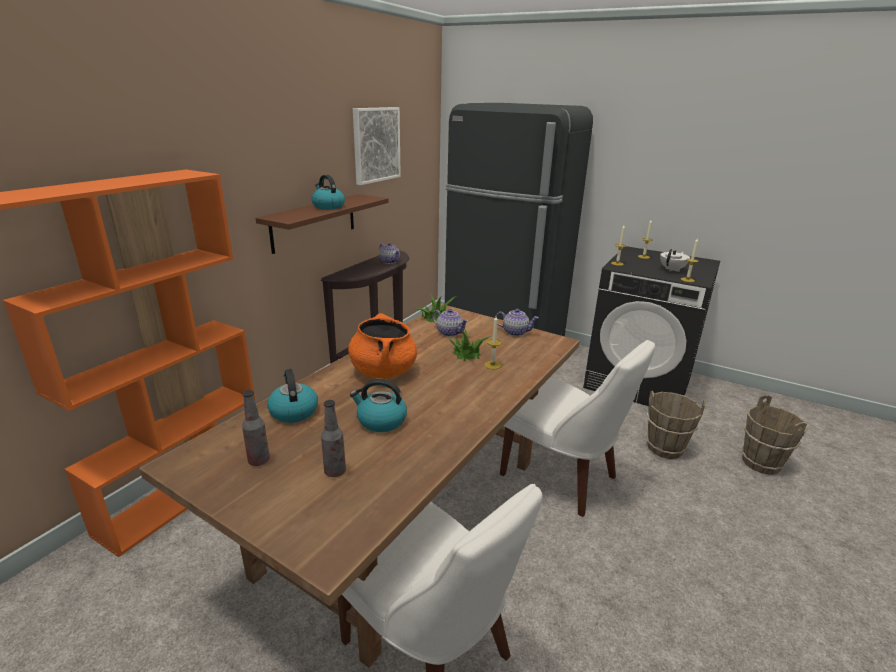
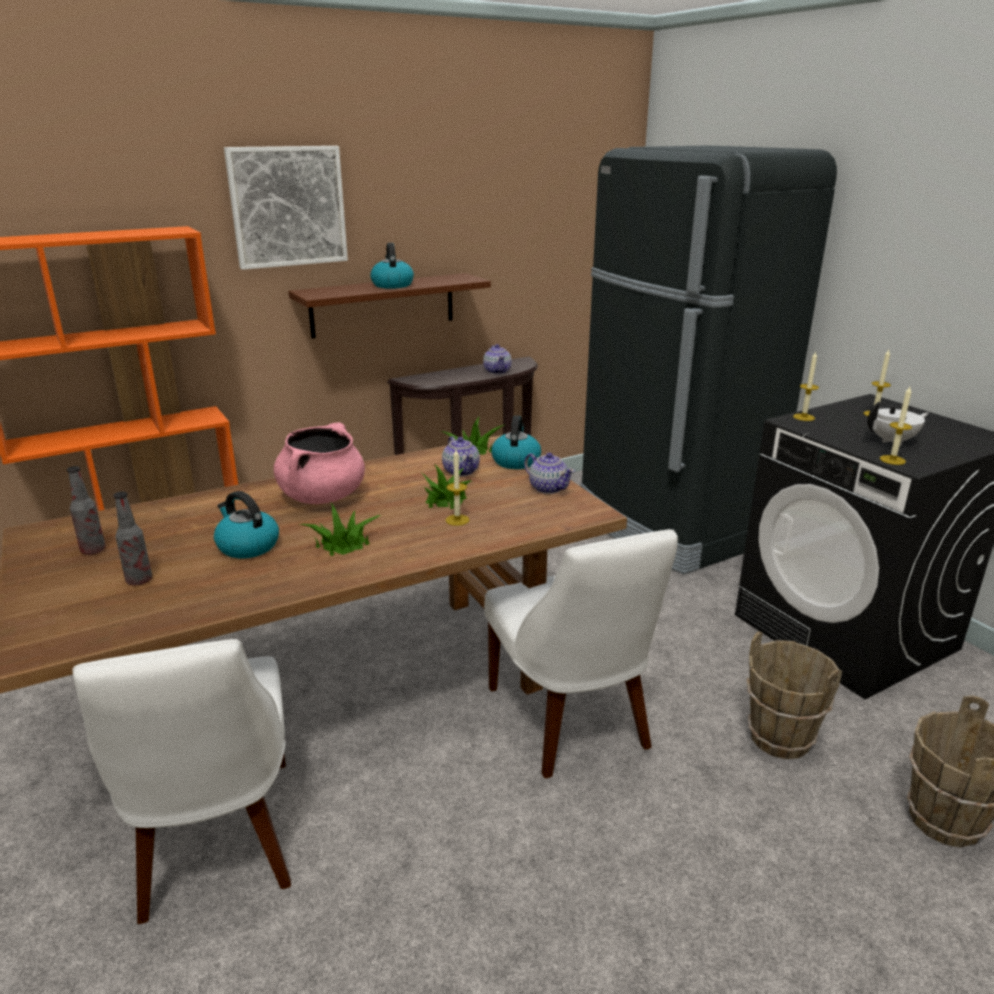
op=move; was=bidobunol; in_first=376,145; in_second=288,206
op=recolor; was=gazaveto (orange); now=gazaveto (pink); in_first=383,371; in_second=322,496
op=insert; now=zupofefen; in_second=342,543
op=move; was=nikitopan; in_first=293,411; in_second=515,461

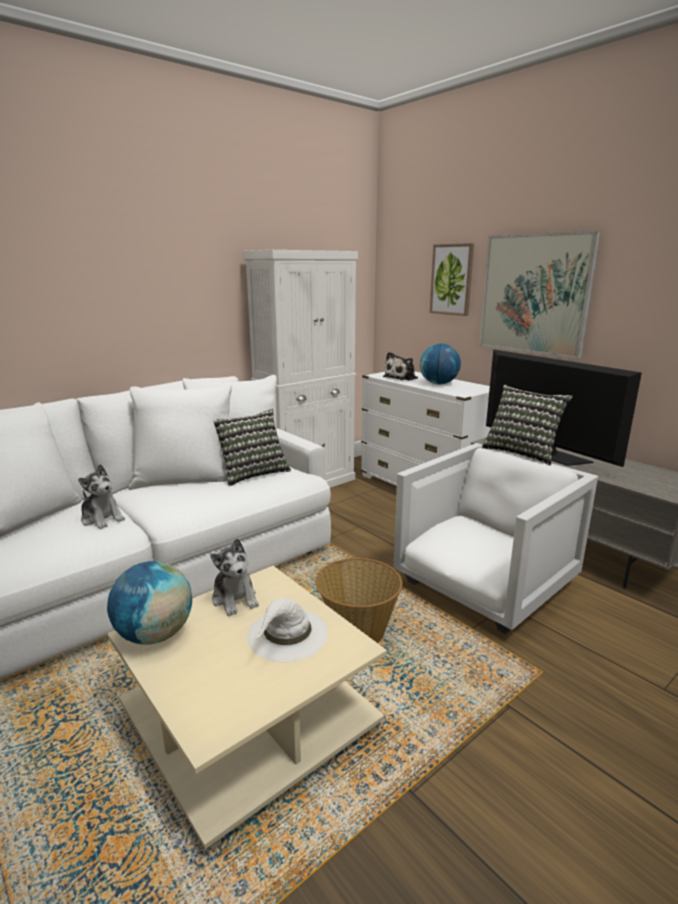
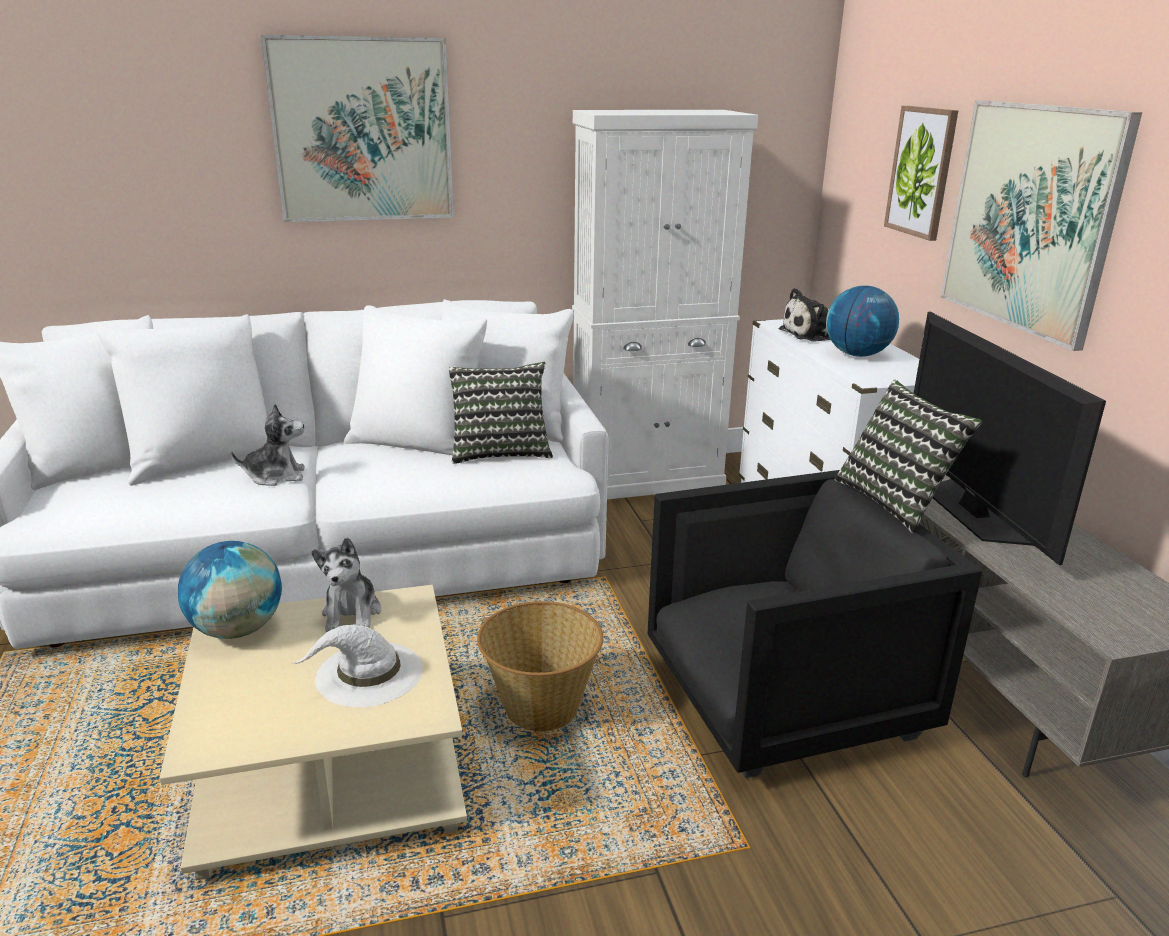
op=rotate; was=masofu; in_first=102,519; in_second=276,476; clockwise=-75
op=insert; now=bidobunol; in_second=362,131
op=recolor; was=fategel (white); now=fategel (black); in_first=484,584; in_second=782,699

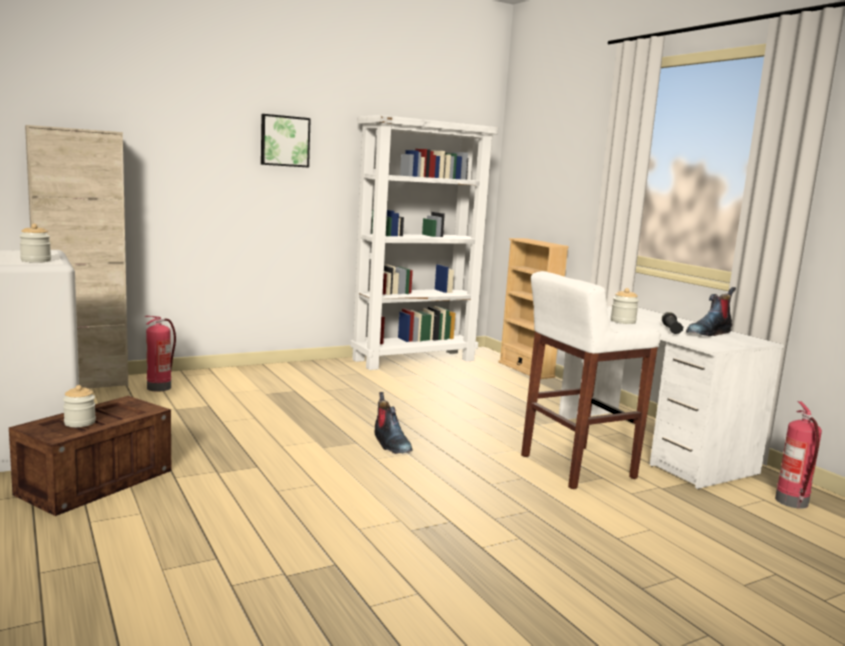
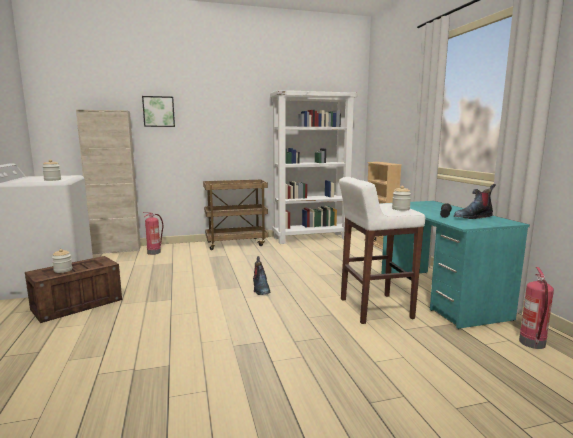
op=move; was=bidobunol; in_first=284,141; in_second=158,111
op=insert; now=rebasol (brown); in_second=236,243
op=recolor; was=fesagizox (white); now=fesagizox (turquoise); in_first=651,445; in_second=439,296

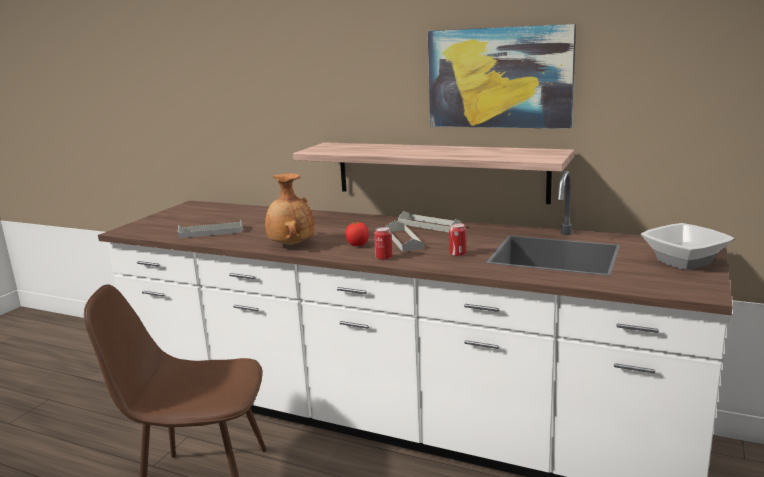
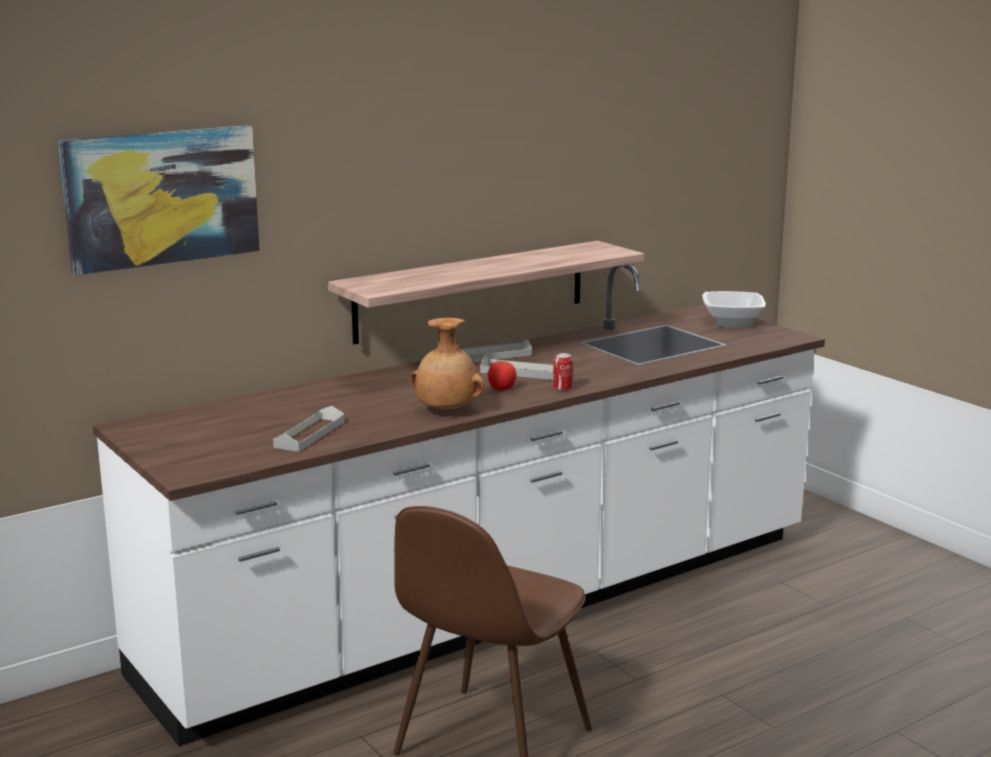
op=move; was=bidobunol; in_first=499,77; in_second=162,197
op=delete; was=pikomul; in_first=458,254

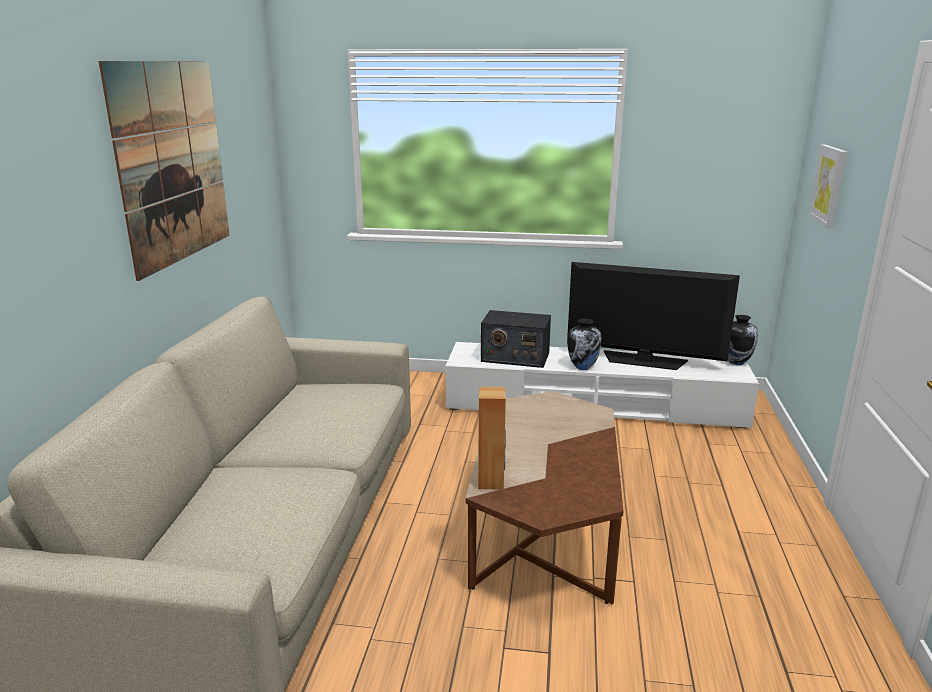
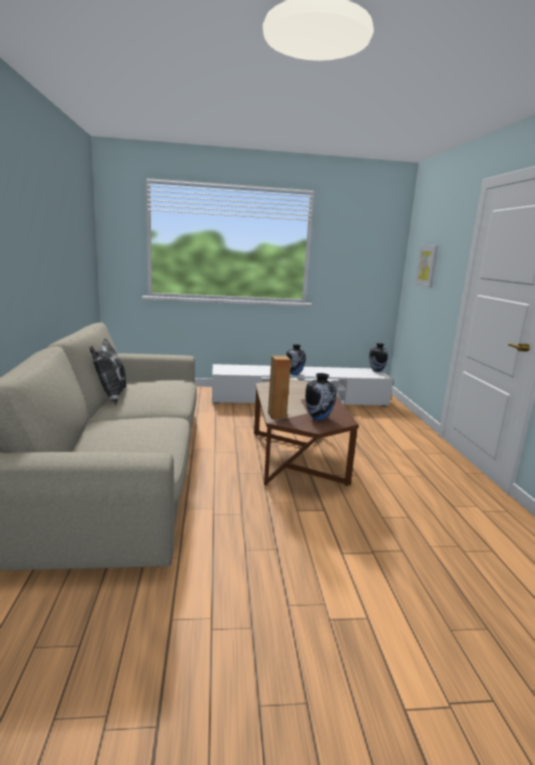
op=insert; now=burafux; in_second=110,396
op=insert; now=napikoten; in_second=319,418
op=delete; was=bidobunol; in_first=172,163
op=delete; was=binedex; in_first=514,357
op=delete; was=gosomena; in_first=644,361

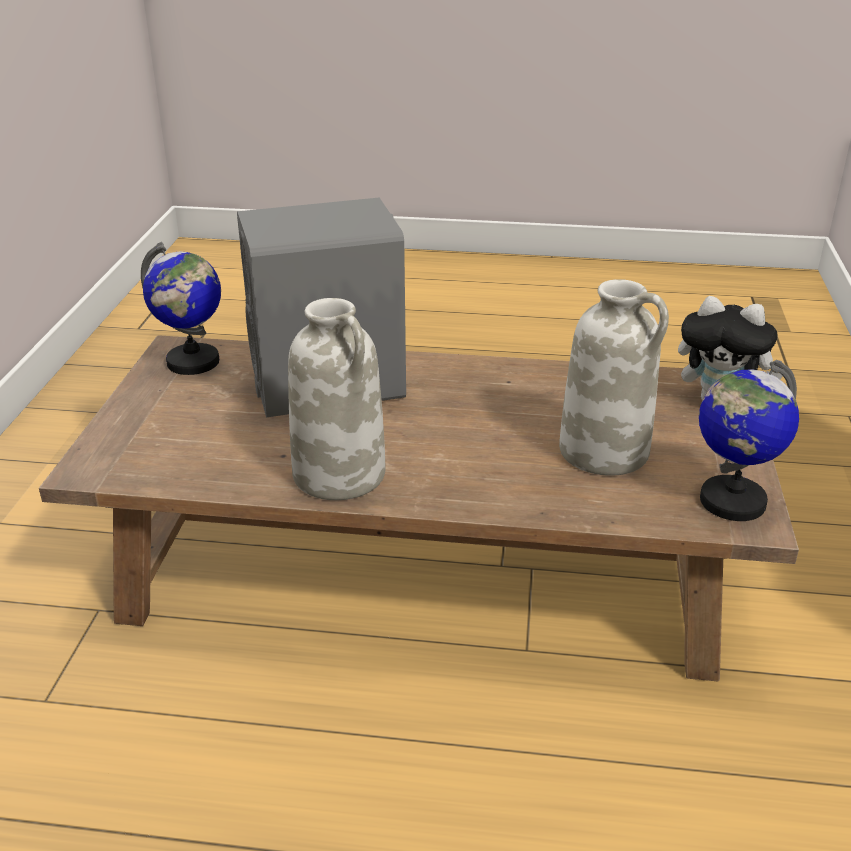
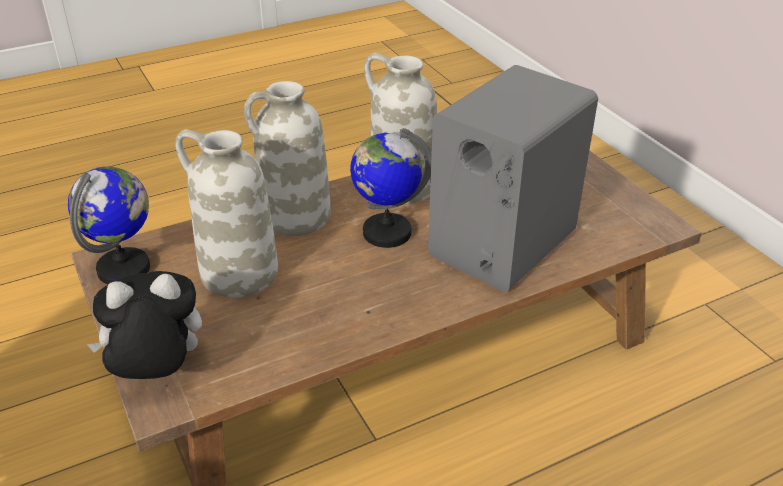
op=insert; now=napikoten (white); in_second=294,217
op=move; was=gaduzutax; in_first=193,362; in_second=386,232

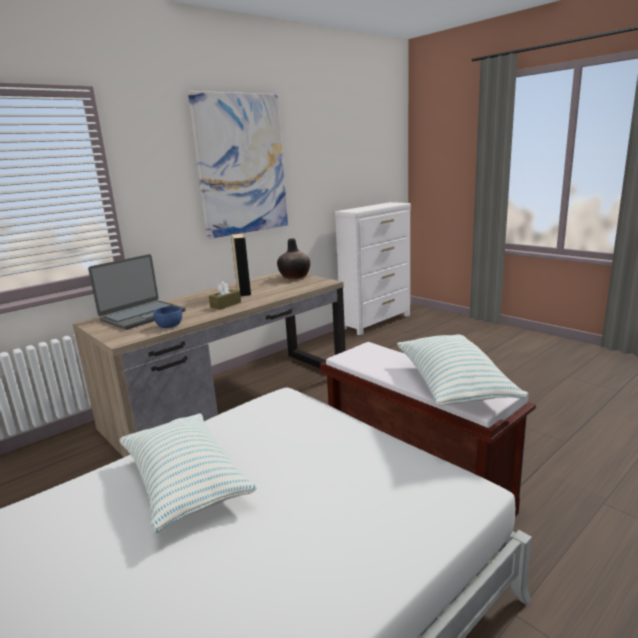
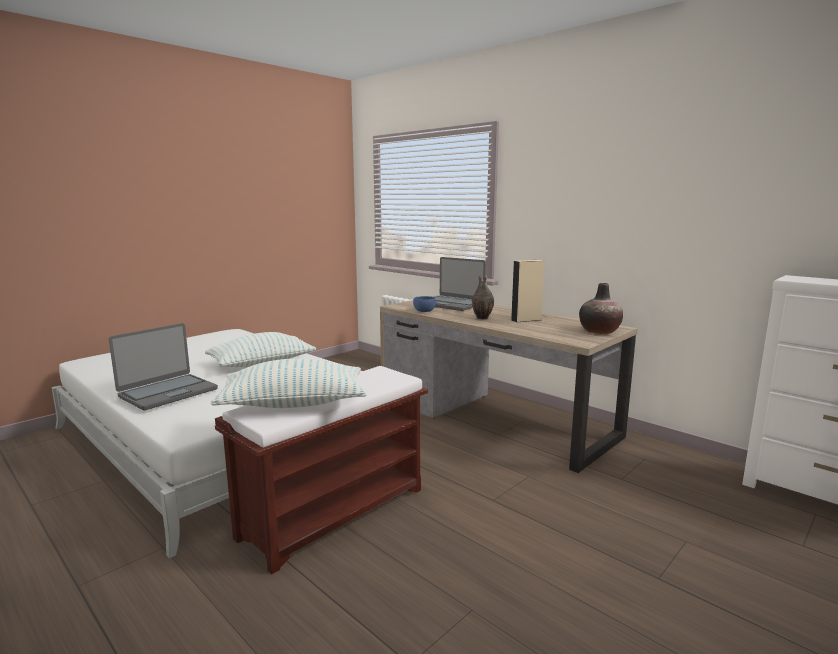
op=insert; now=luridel; in_second=168,392
op=replace; was=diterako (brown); now=napikoten; in_first=225,305; in_second=481,318
op=delete; was=bidobunol; in_first=241,165

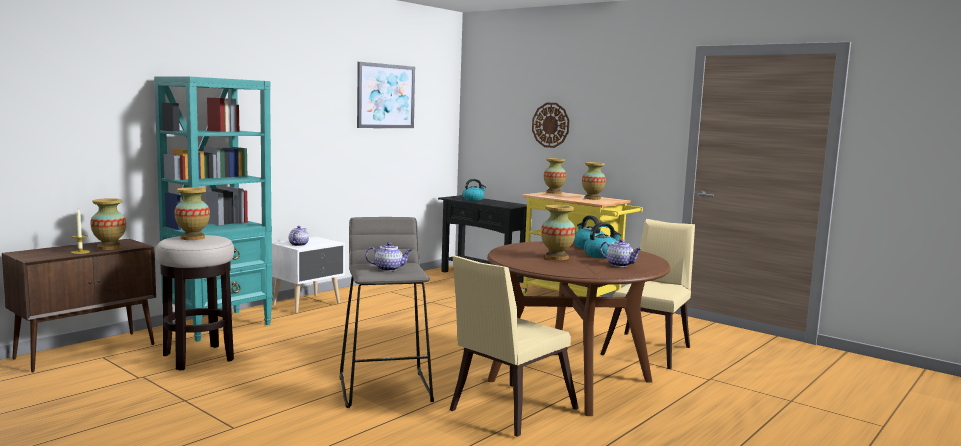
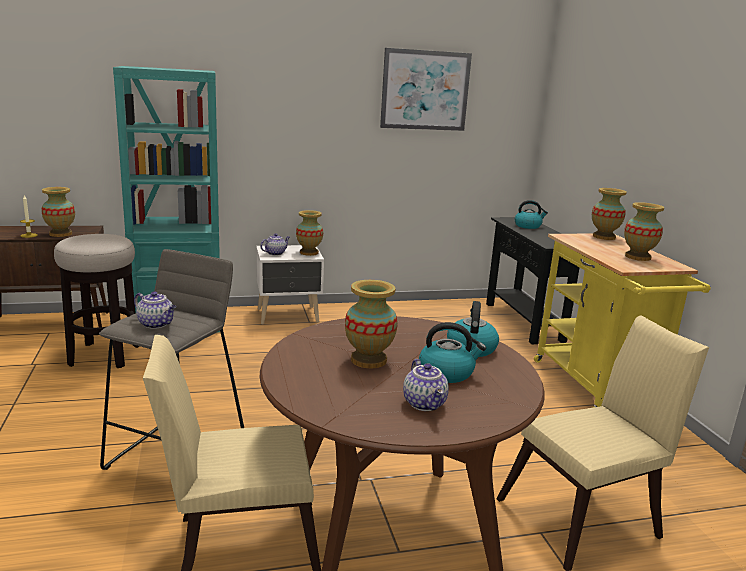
op=move; was=napikoten; in_first=193,238; in_second=309,253
op=delete; was=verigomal; in_first=550,125

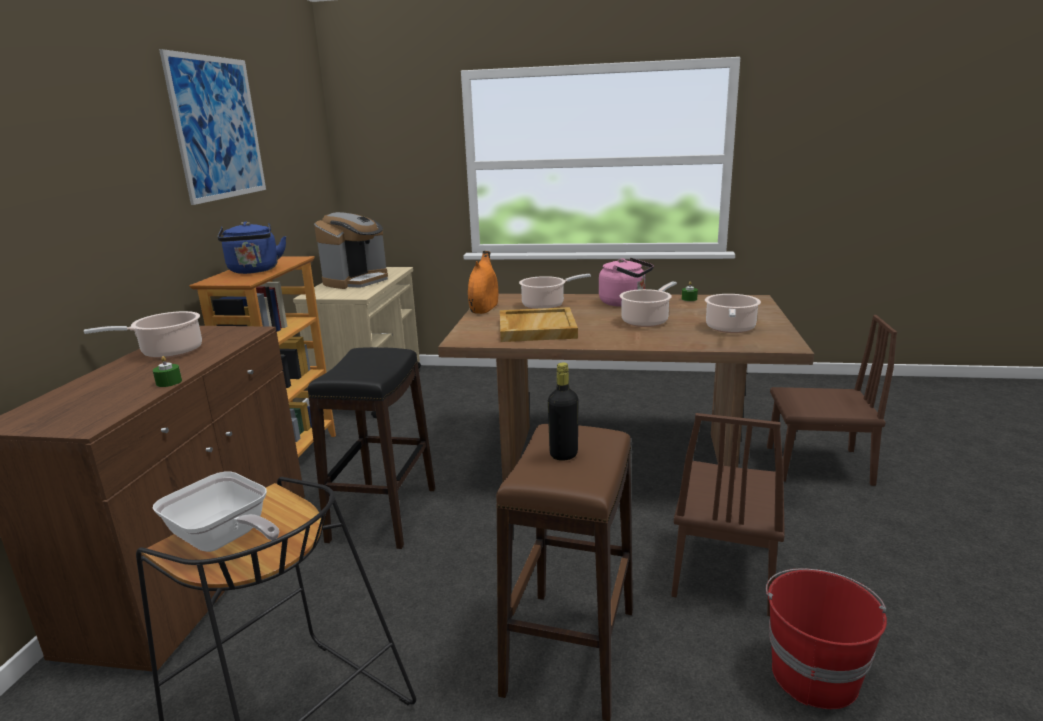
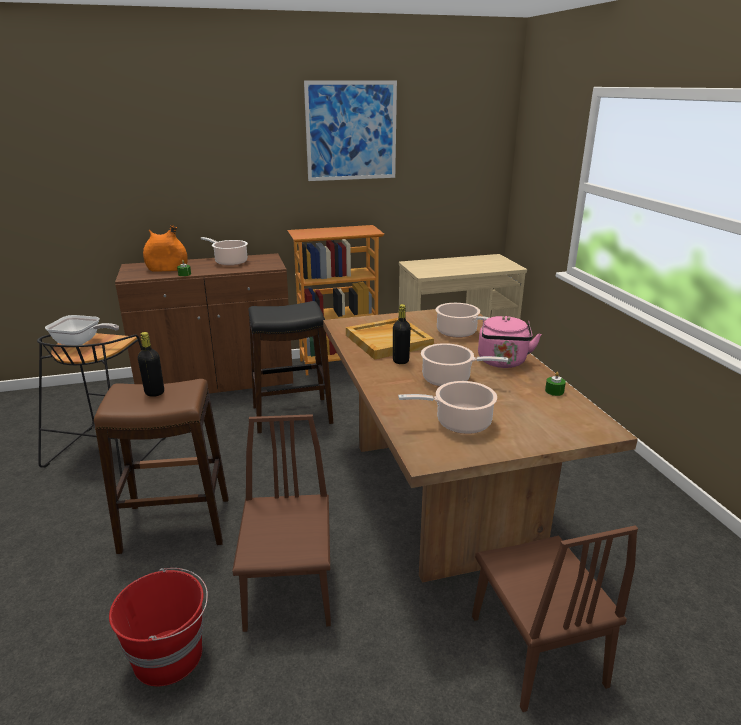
op=rotate; was=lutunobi; in_first=224,540; in_second=81,342; clockwise=-90
op=move; was=napikoten (orange); in_first=484,308; in_second=167,269
op=rotate; was=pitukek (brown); in_first=724,570; in_second=289,588; clockwise=90
op=insert; now=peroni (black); in_second=400,361
op=delete; was=nikitopan (blue); in_first=254,271
op=delete; was=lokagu; in_first=357,281

